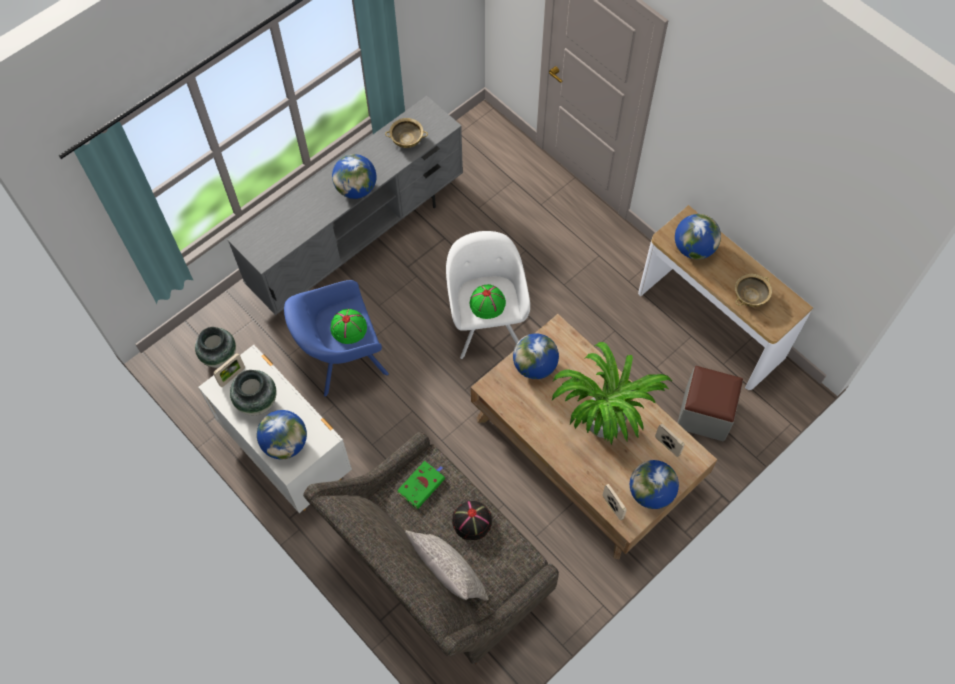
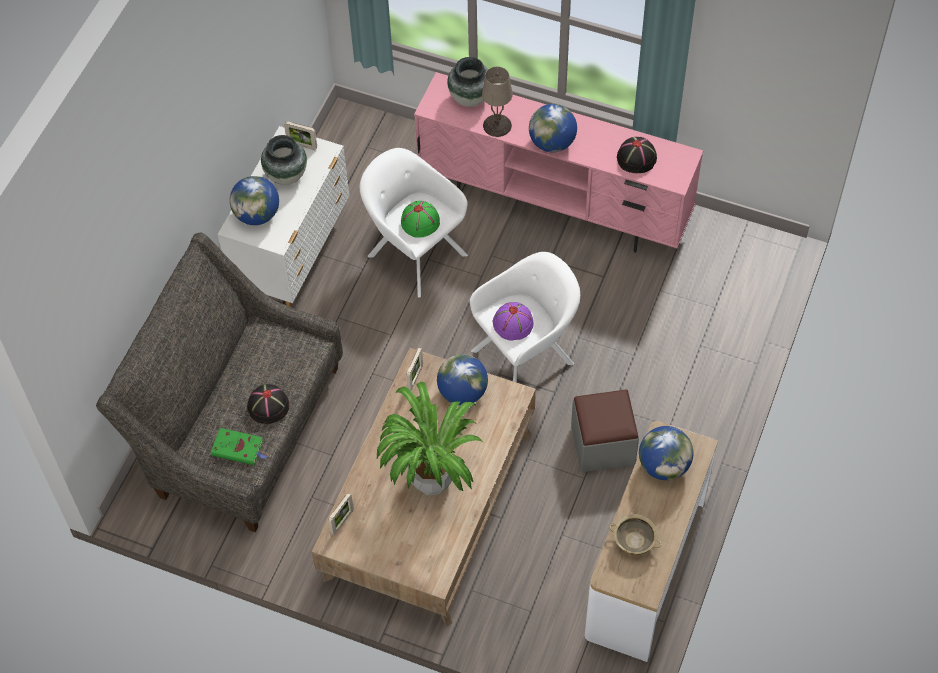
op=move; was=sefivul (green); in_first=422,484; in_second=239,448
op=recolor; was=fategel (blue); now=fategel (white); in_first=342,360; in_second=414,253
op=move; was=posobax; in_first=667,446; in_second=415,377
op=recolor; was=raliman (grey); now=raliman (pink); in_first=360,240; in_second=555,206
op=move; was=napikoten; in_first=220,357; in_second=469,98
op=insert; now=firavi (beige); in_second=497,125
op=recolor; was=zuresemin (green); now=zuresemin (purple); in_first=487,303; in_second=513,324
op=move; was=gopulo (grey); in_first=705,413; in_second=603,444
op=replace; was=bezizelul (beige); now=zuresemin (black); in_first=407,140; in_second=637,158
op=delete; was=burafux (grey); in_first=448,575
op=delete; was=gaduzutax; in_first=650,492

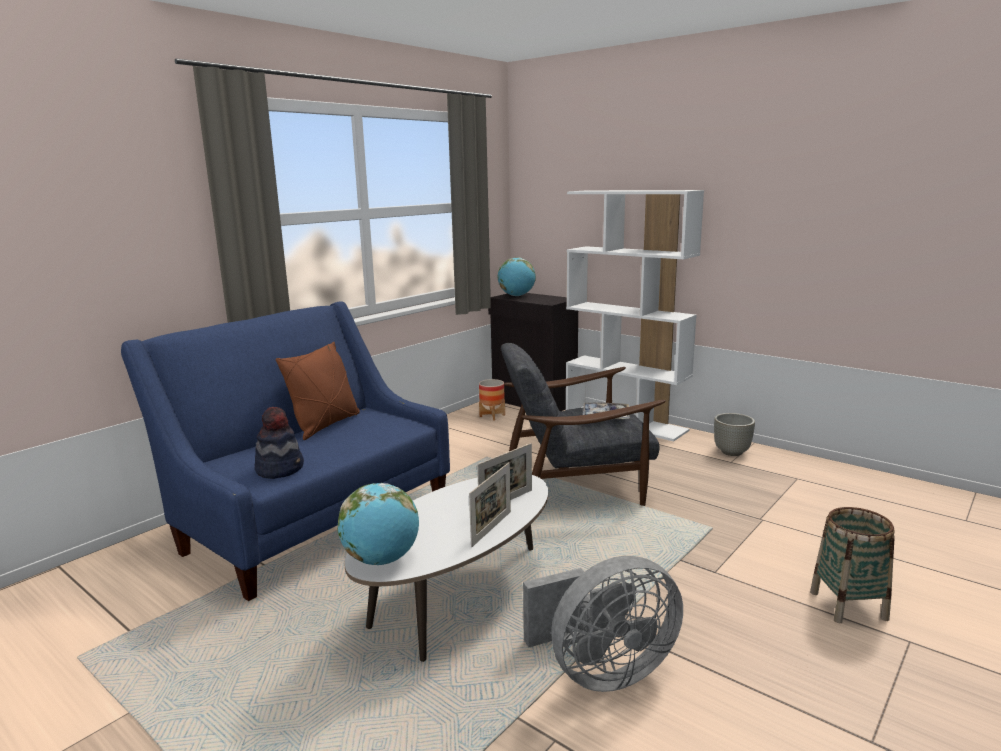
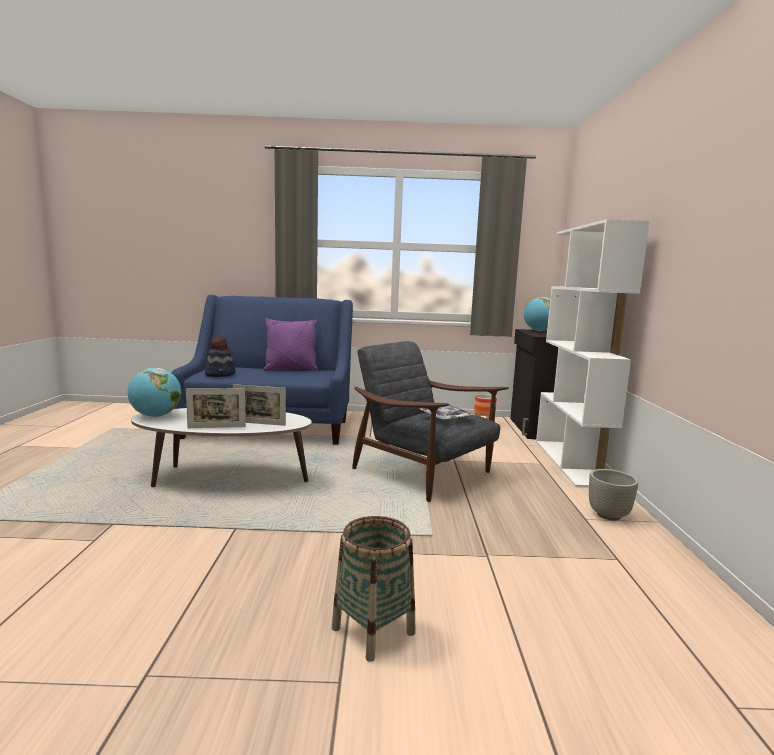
op=recolor; was=burafux (brown); now=burafux (purple); in_first=325,425; in_second=290,369
op=delete; was=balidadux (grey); in_first=602,672

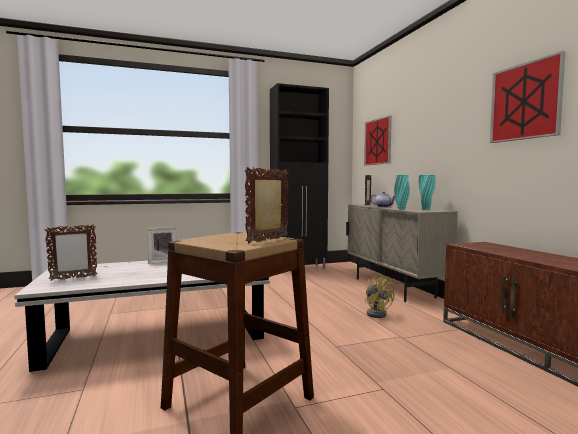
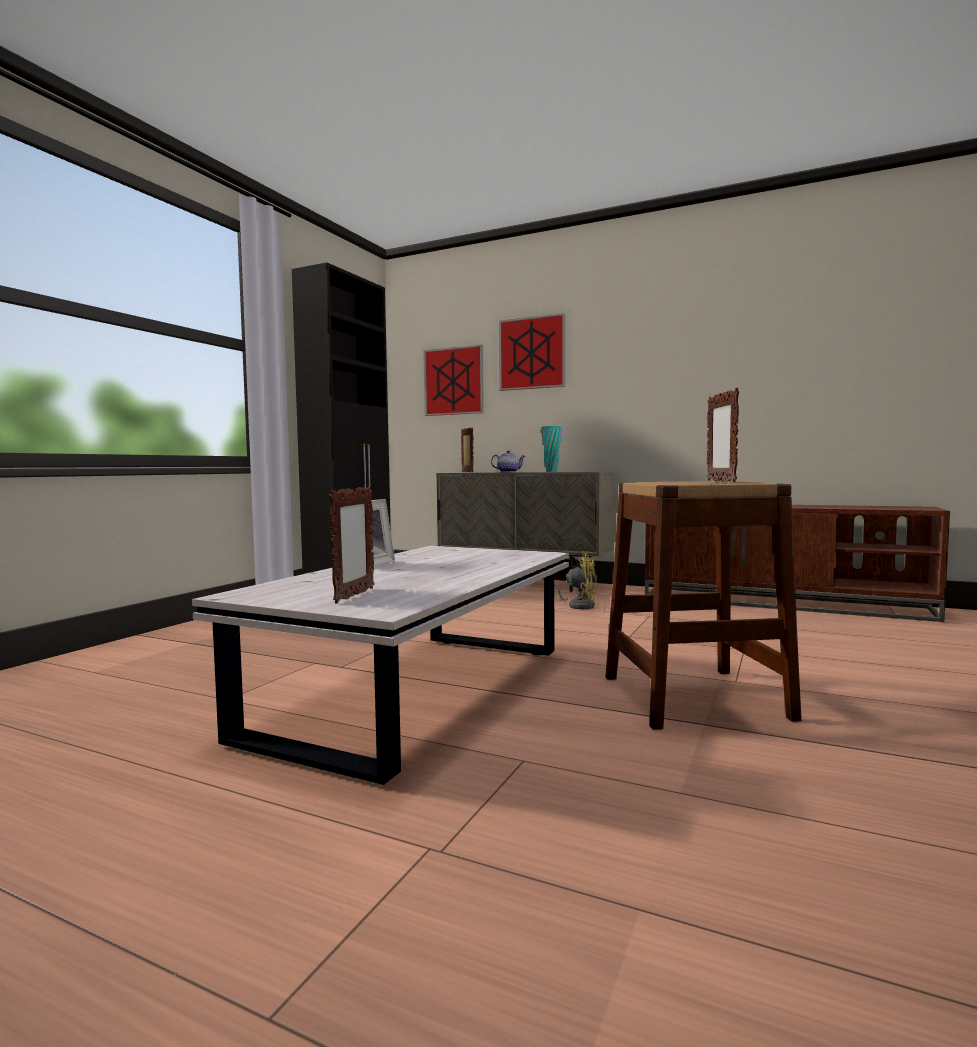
op=move; was=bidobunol; in_first=525,101; in_second=532,353
op=delete; was=napikoten (turquoise); in_first=426,209

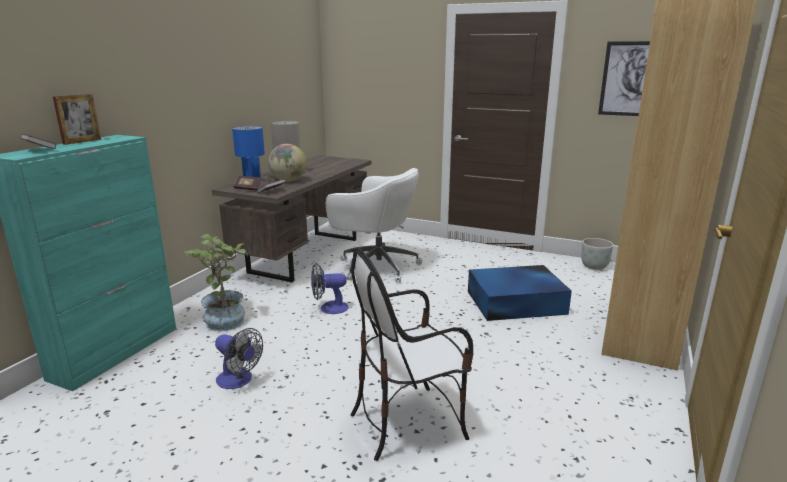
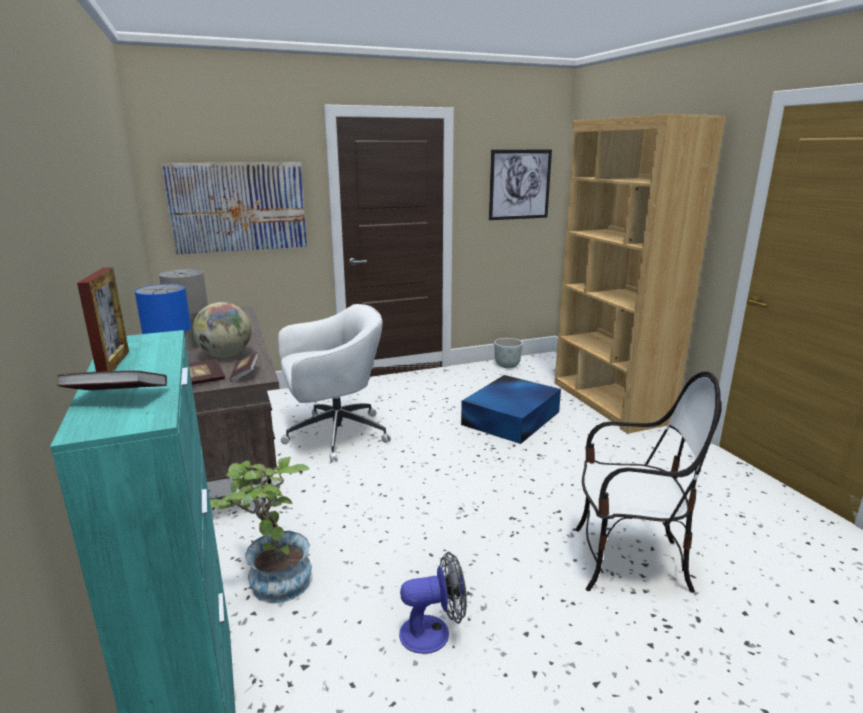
op=insert; now=bidobunol; in_second=238,207
op=rotate; was=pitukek; in_first=408,422; in_second=628,562; clockwise=-105
op=delete; was=balidadux; in_first=329,308

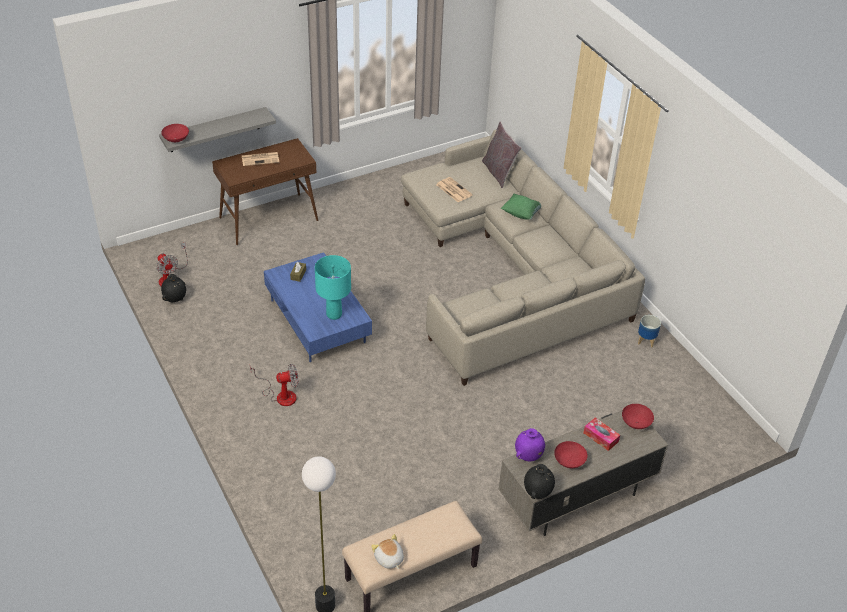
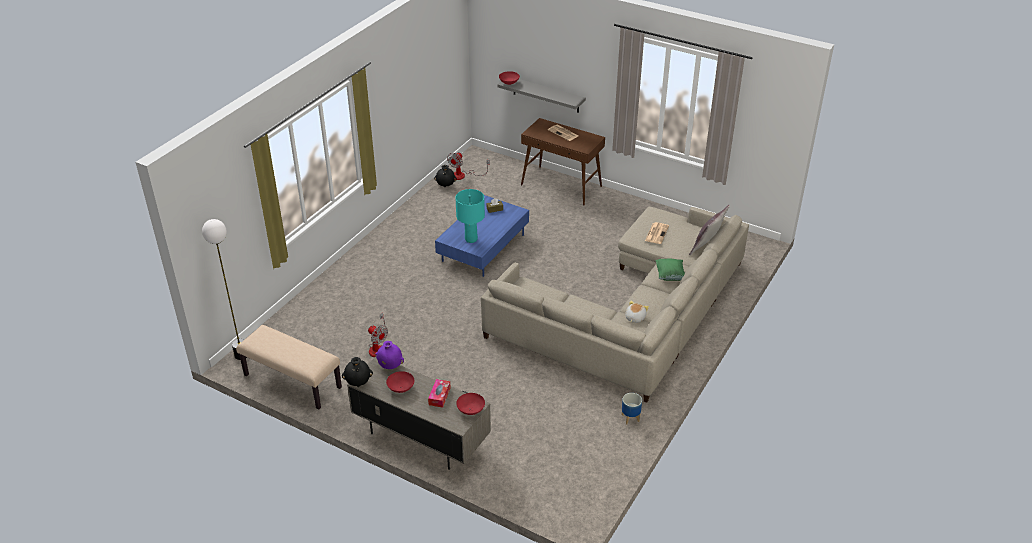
op=move; was=balidadux; in_first=280,395; in_second=378,347
op=move; was=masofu; in_first=388,559; in_second=634,318

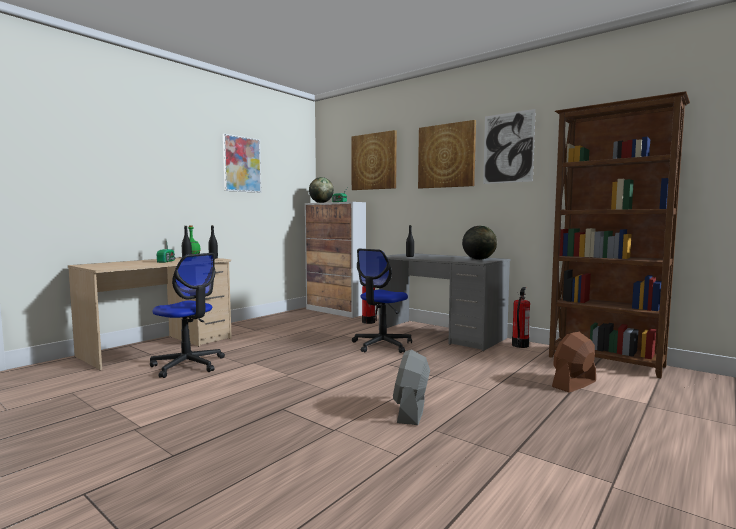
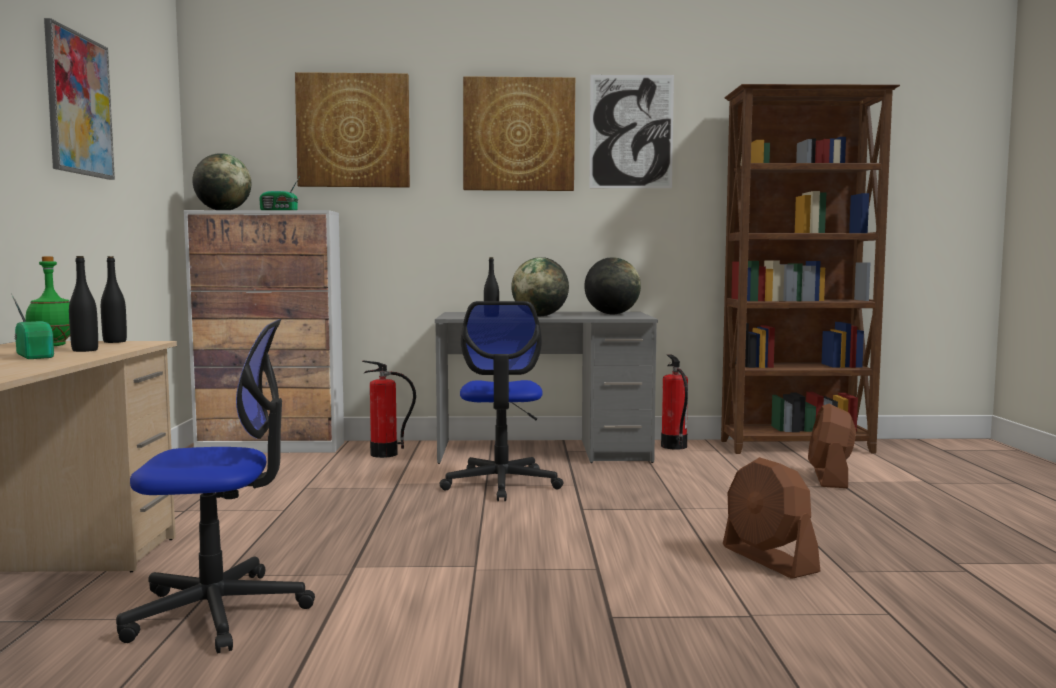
op=insert; now=gaduzutax; in_second=540,316
op=recolor; was=balidadux (grey); now=balidadux (brown); in_first=411,411; in_second=769,559

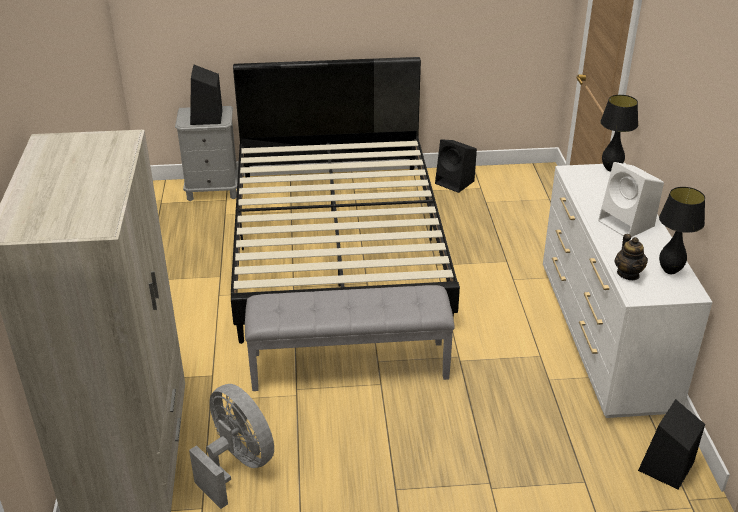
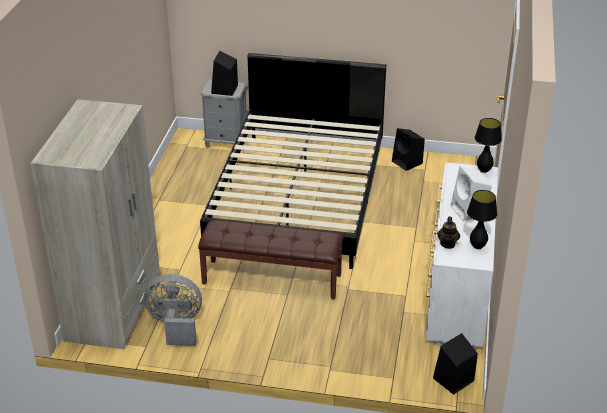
op=rotate; was=balidadux (grey); in_first=237,465; in_second=176,326; clockwise=-60
op=recolor; was=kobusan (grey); now=kobusan (brown); in_first=349,364; in_second=272,278

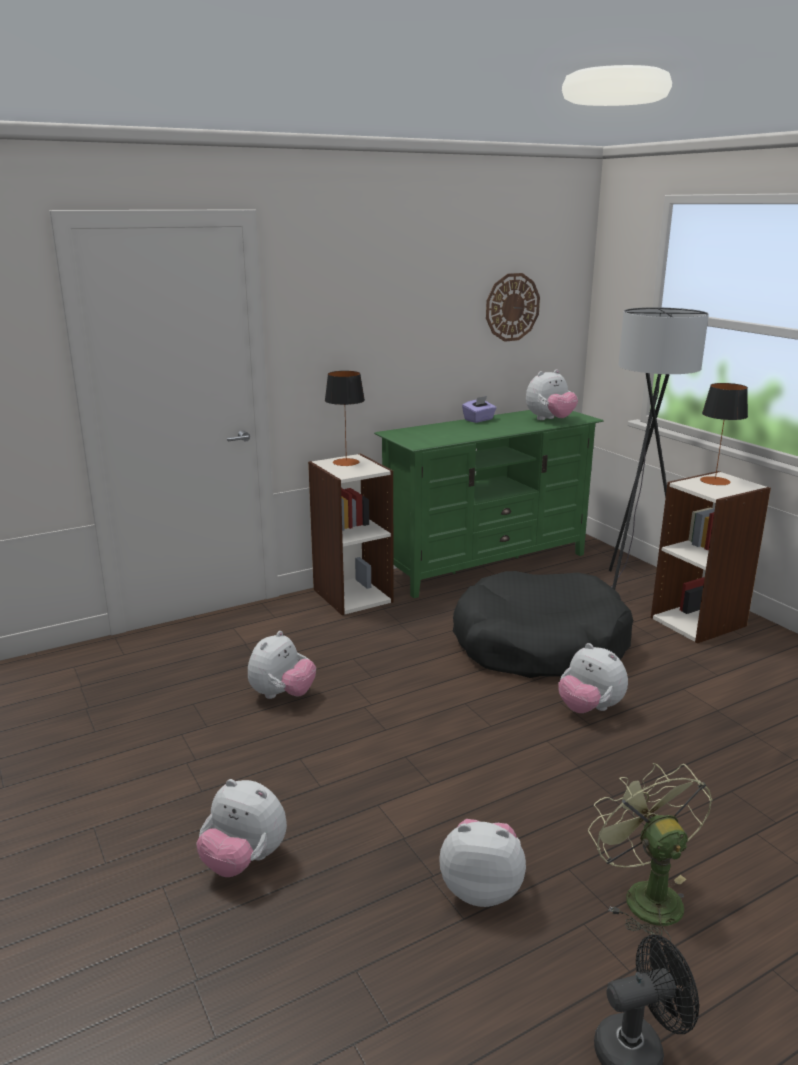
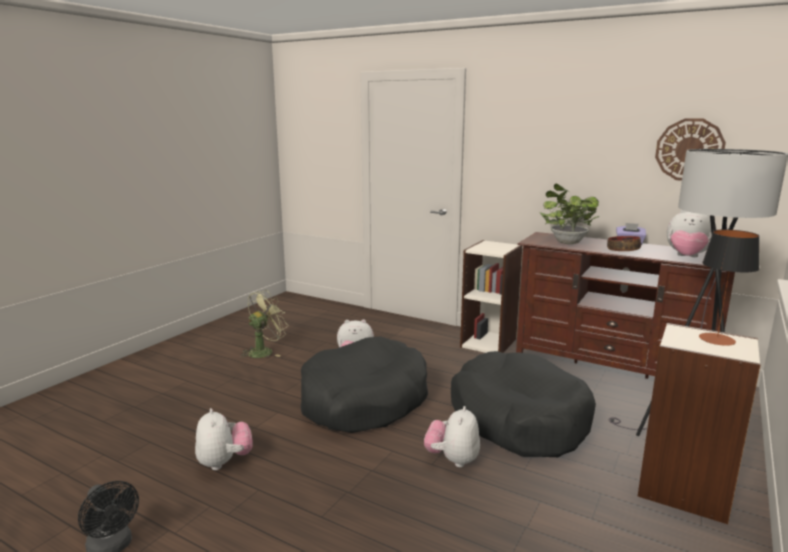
op=move; was=balidadux (green); in_first=644,895; in_second=264,351
op=insert; now=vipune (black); in_second=363,401
op=recolor; was=raliman (green); now=raliman (brown); in_first=486,564; in_second=611,370
op=insert; now=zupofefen; in_second=566,242
op=insert; now=bezizelul; in_second=623,250
op=delete; was=masofu; in_first=244,861
op=delete; was=firavi; in_first=346,462

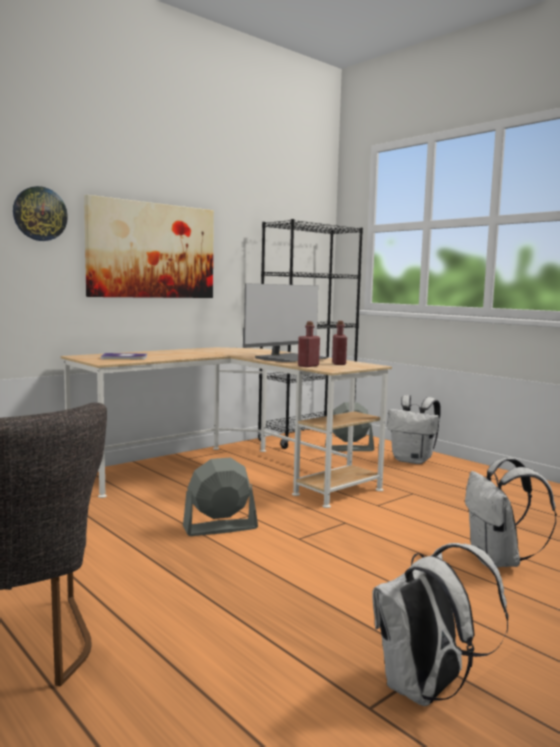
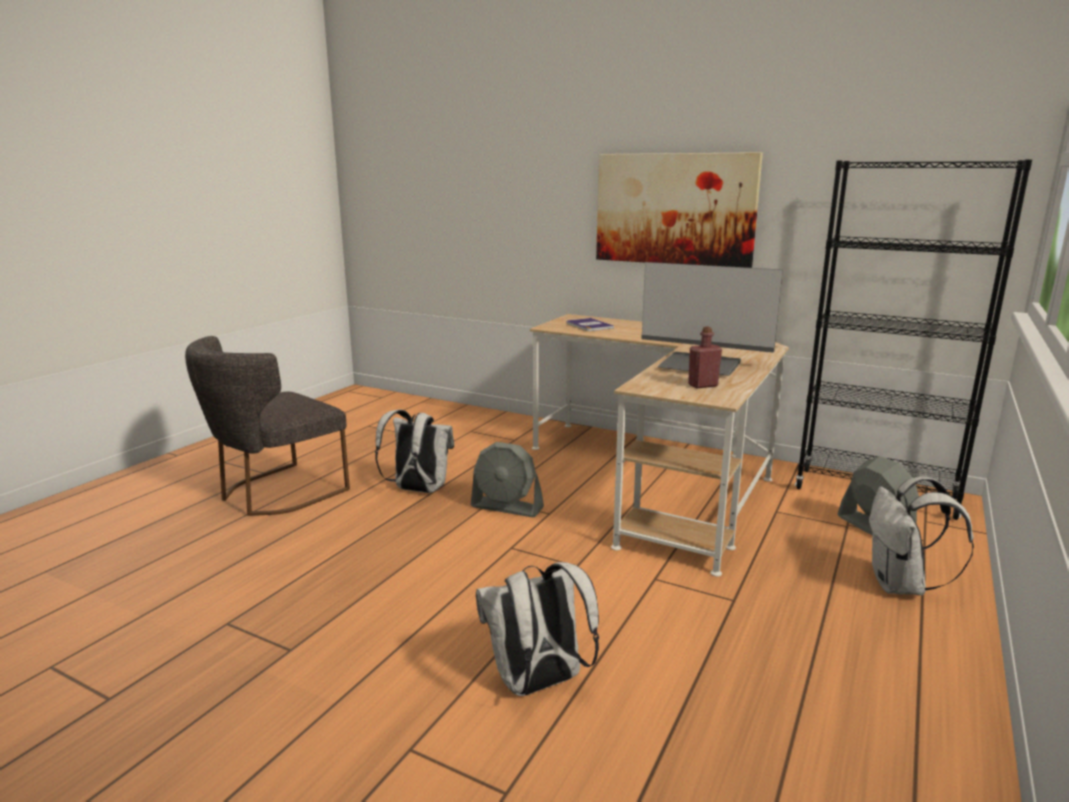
op=move; was=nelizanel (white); in_first=426,690; in_second=417,490
op=rotate; was=balidadux (grey); in_first=220,528; in_second=507,507; clockwise=150
op=delete; was=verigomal; in_first=40,214
op=delete; was=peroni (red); in_first=308,366

